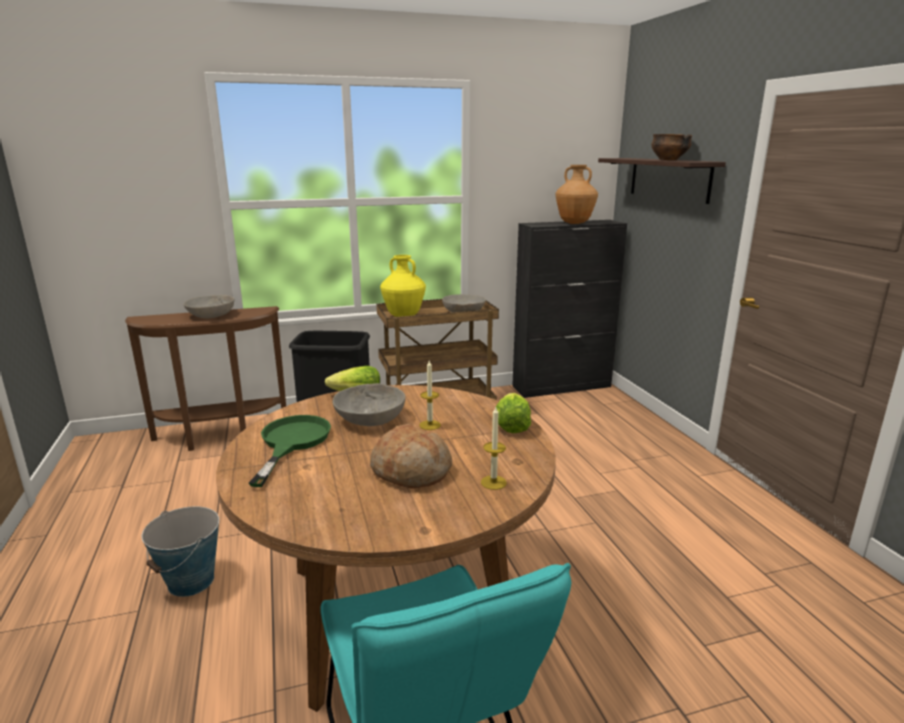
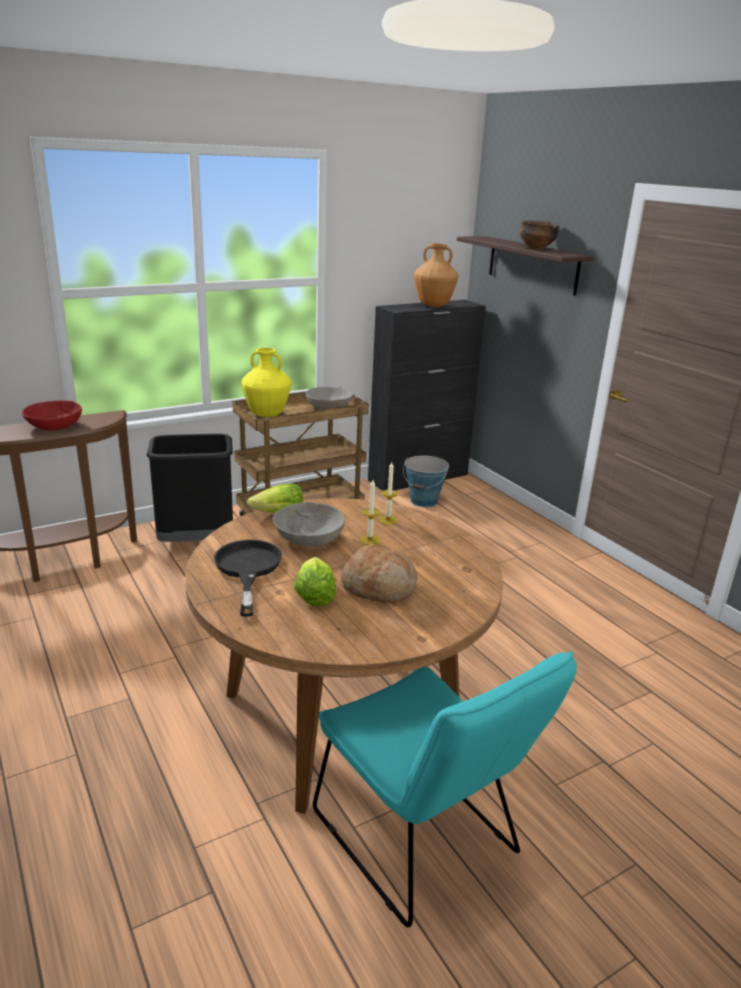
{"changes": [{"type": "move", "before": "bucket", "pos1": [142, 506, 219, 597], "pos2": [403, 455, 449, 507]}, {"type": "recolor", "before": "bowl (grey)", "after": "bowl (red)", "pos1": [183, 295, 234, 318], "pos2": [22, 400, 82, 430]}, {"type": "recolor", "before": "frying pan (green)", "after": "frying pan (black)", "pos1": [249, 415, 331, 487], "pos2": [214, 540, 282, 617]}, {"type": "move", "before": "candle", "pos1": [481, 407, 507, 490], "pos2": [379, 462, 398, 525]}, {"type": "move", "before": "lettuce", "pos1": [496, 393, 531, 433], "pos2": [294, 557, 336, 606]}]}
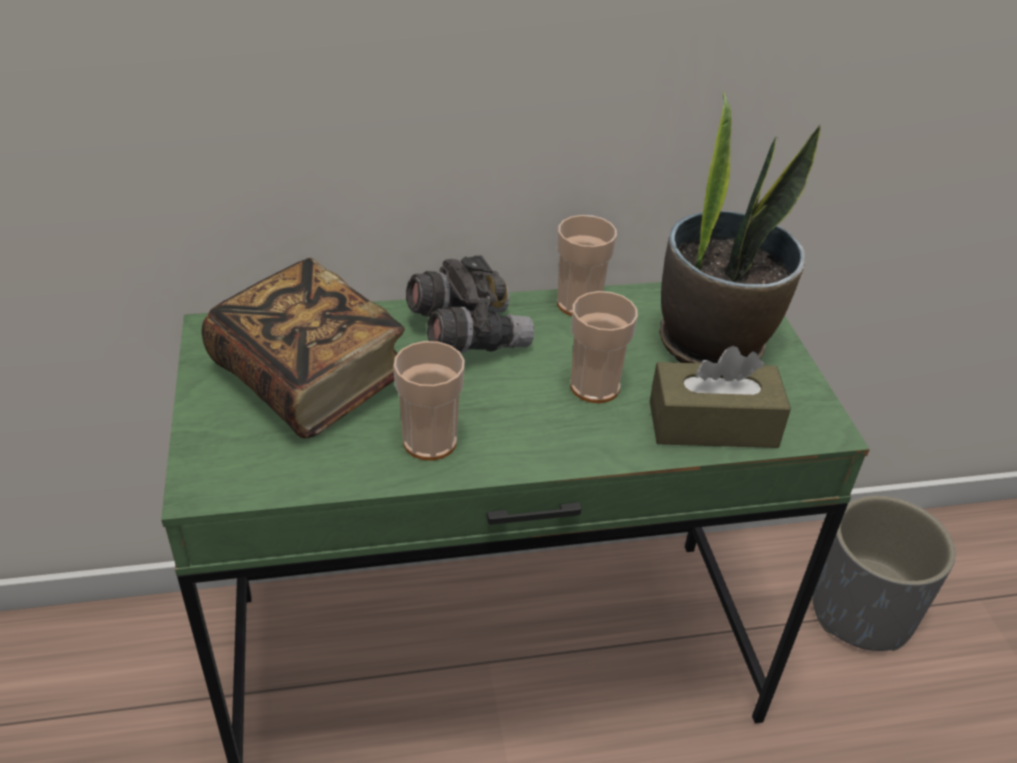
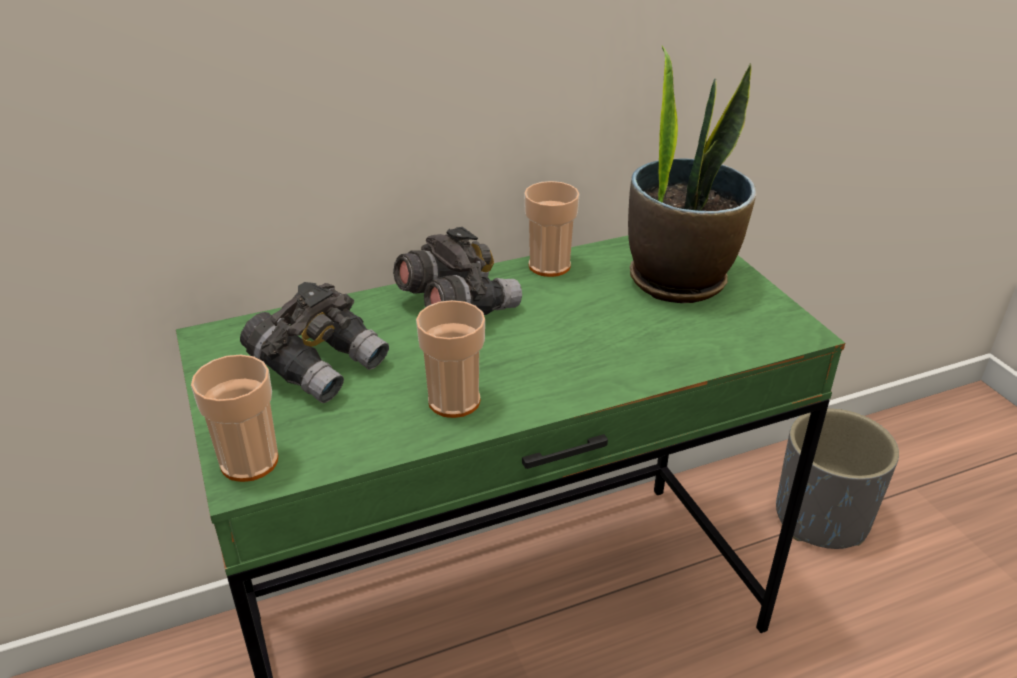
{"changes": [{"type": "replace", "before": "book", "after": "binoculars (grey)", "pos1": [202, 258, 405, 438], "pos2": [240, 282, 389, 403]}, {"type": "move", "before": "cup", "pos1": [570, 291, 638, 403], "pos2": [191, 355, 278, 482]}, {"type": "delete", "before": "tissue box (brown)", "pos1": [650, 346, 791, 448]}]}
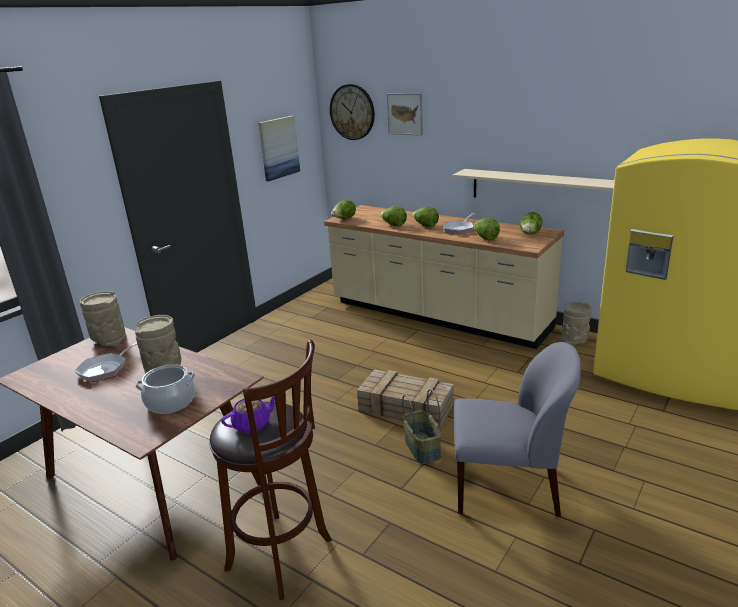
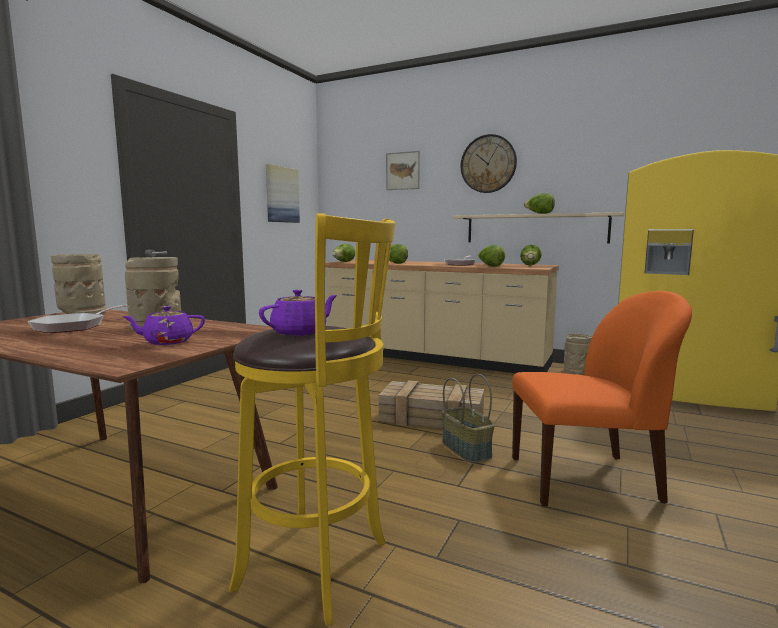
{"changes": [{"type": "replace", "before": "cooking pot", "after": "teapot (purple)", "pos1": [135, 364, 195, 414], "pos2": [122, 306, 205, 345]}, {"type": "recolor", "before": "stool (brown)", "after": "stool (yellow)", "pos1": [209, 340, 332, 600], "pos2": [229, 213, 396, 626]}, {"type": "move", "before": "wall clock", "pos1": [330, 84, 375, 140], "pos2": [461, 134, 517, 193]}, {"type": "move", "before": "lettuce", "pos1": [412, 207, 439, 227], "pos2": [524, 193, 555, 214]}, {"type": "recolor", "before": "chair (grey)", "after": "chair (orange)", "pos1": [454, 342, 581, 517], "pos2": [512, 291, 692, 506]}]}
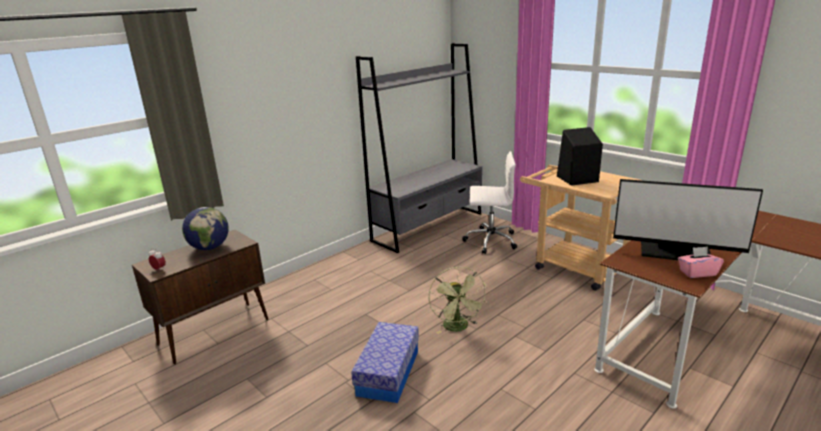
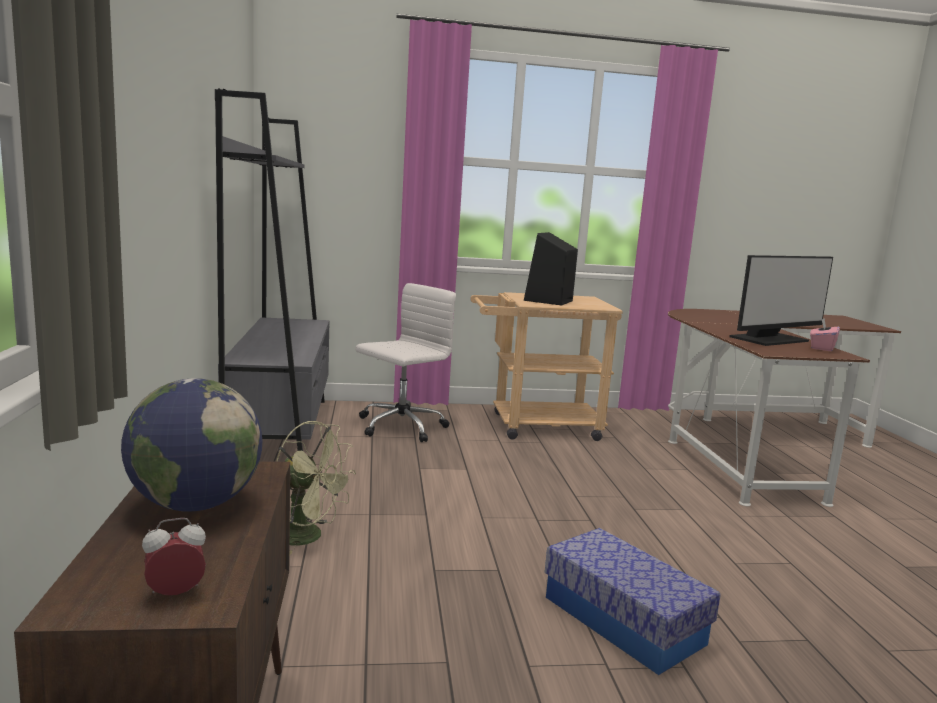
{"changes": [{"type": "move", "before": "fan (green)", "pos1": [429, 267, 487, 334], "pos2": [276, 421, 356, 556]}]}
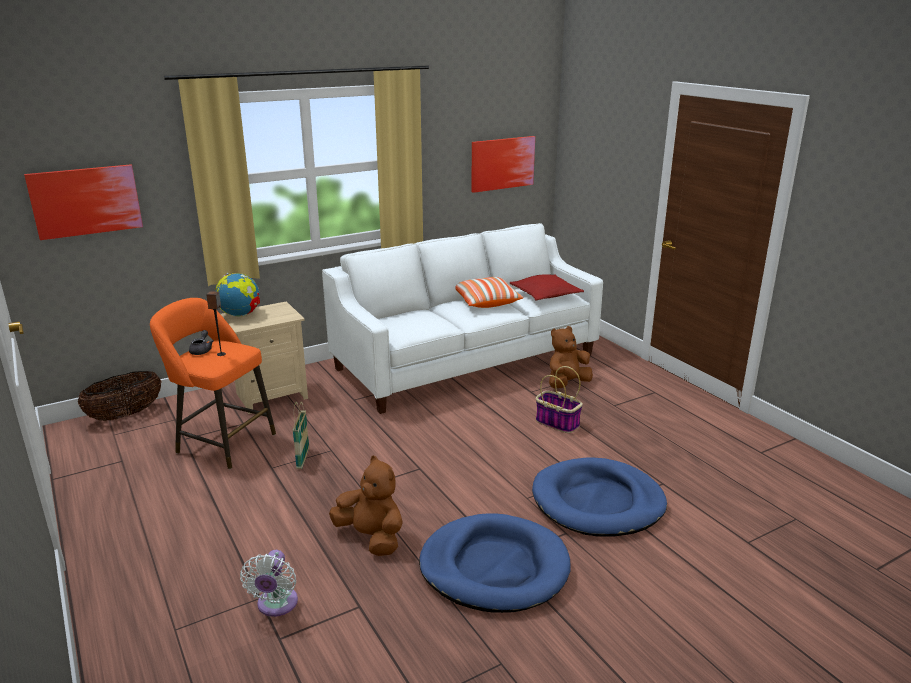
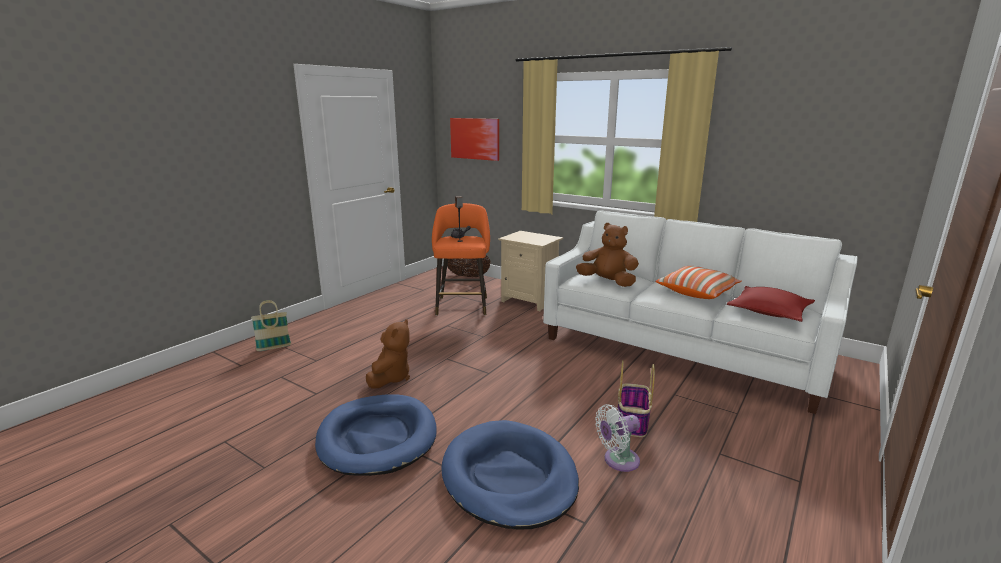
{"changes": [{"type": "delete", "before": "globe", "pos1": [215, 273, 260, 317]}, {"type": "move", "before": "fan (white)", "pos1": [240, 550, 298, 617], "pos2": [595, 404, 640, 472]}, {"type": "move", "before": "basket", "pos1": [293, 402, 309, 469], "pos2": [251, 300, 291, 351]}, {"type": "delete", "before": "picture", "pos1": [471, 136, 535, 193]}, {"type": "move", "before": "plush toy (brown)", "pos1": [549, 326, 593, 388], "pos2": [576, 223, 639, 287]}]}
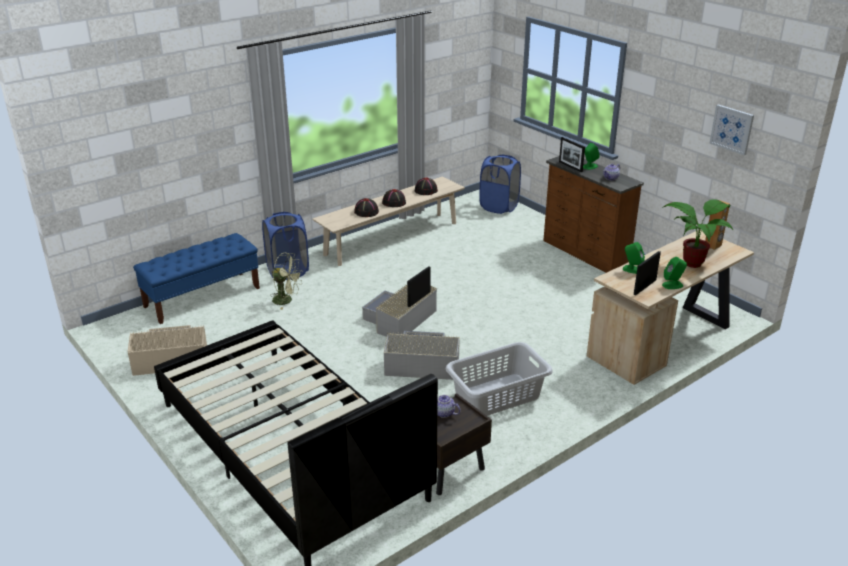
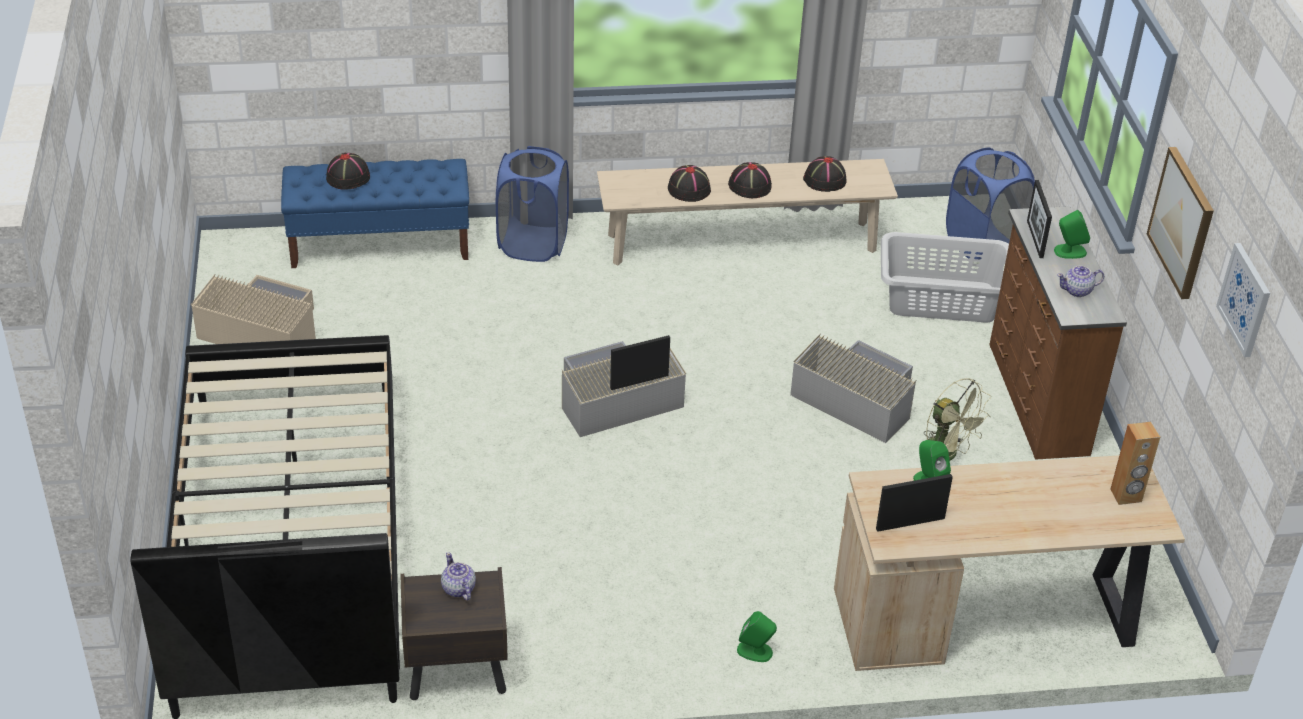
{"changes": [{"type": "move", "before": "fan (green)", "pos1": [271, 253, 303, 310], "pos2": [924, 378, 991, 460]}, {"type": "move", "before": "storage box (grey)", "pos1": [384, 331, 460, 380], "pos2": [790, 333, 916, 443]}, {"type": "move", "before": "laundry basket (grey)", "pos1": [446, 342, 553, 416], "pos2": [881, 232, 1009, 323]}, {"type": "delete", "before": "potted plant", "pos1": [662, 199, 733, 268]}, {"type": "move", "before": "speaker (green)", "pos1": [662, 257, 687, 289], "pos2": [737, 611, 777, 662]}, {"type": "insert", "after": "hat (black)", "pos2": [326, 153, 370, 190]}, {"type": "insert", "after": "picture", "pos2": [1147, 147, 1214, 299]}]}
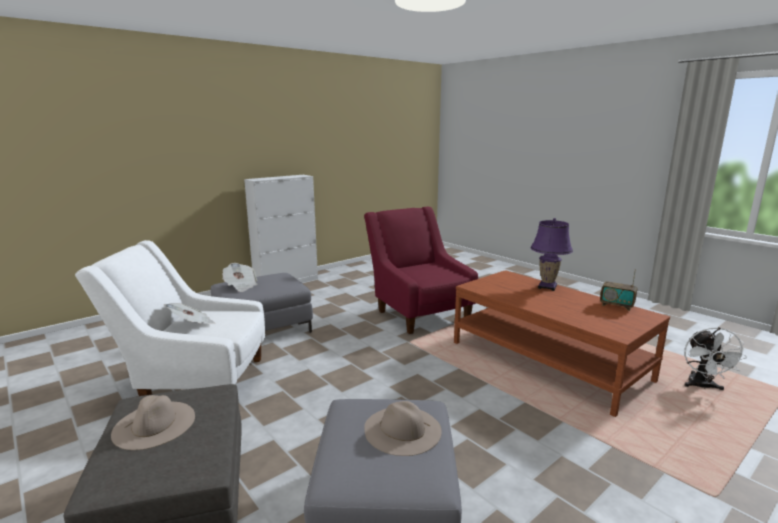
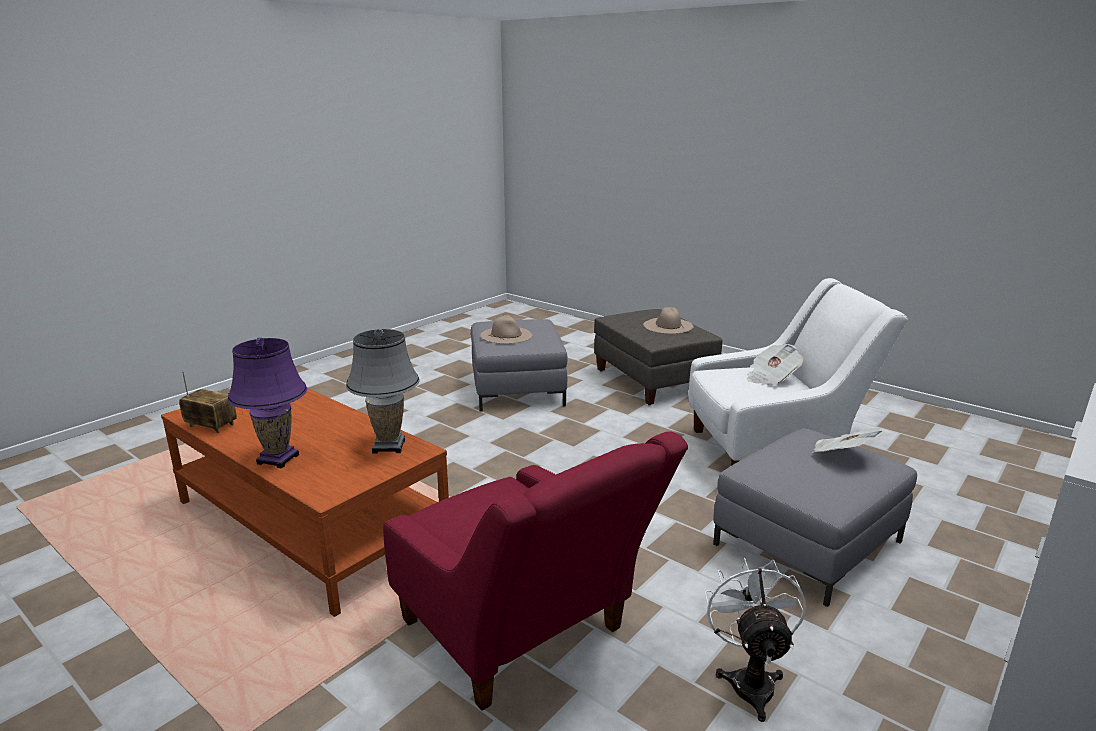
{"changes": [{"type": "move", "before": "fan (white)", "pos1": [684, 327, 748, 390], "pos2": [705, 558, 806, 722]}, {"type": "insert", "after": "table lamp (grey)", "pos2": [346, 328, 420, 454]}]}
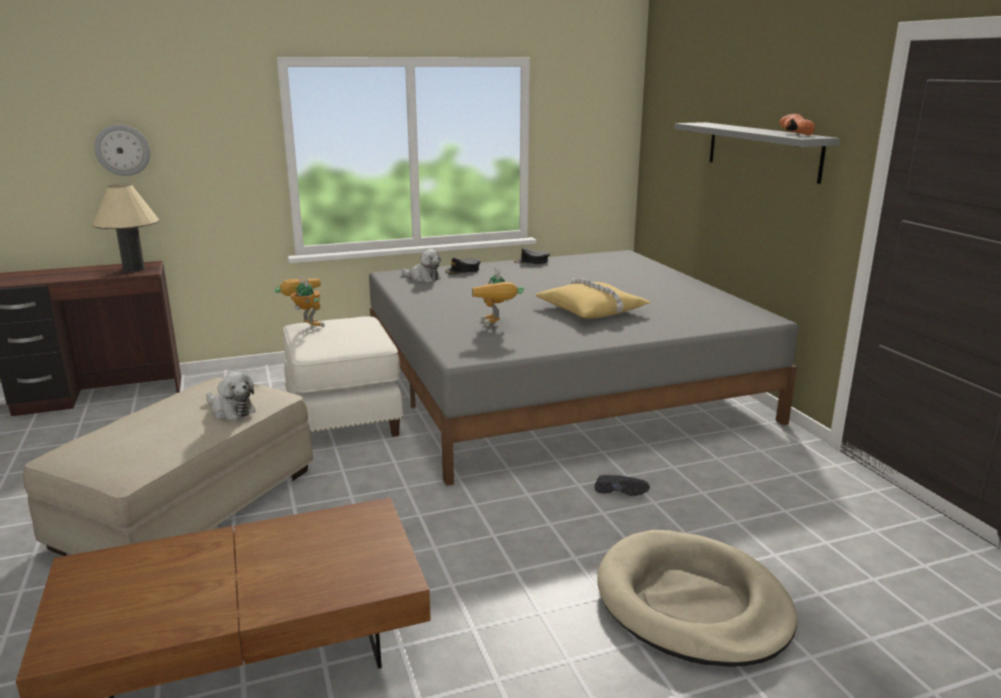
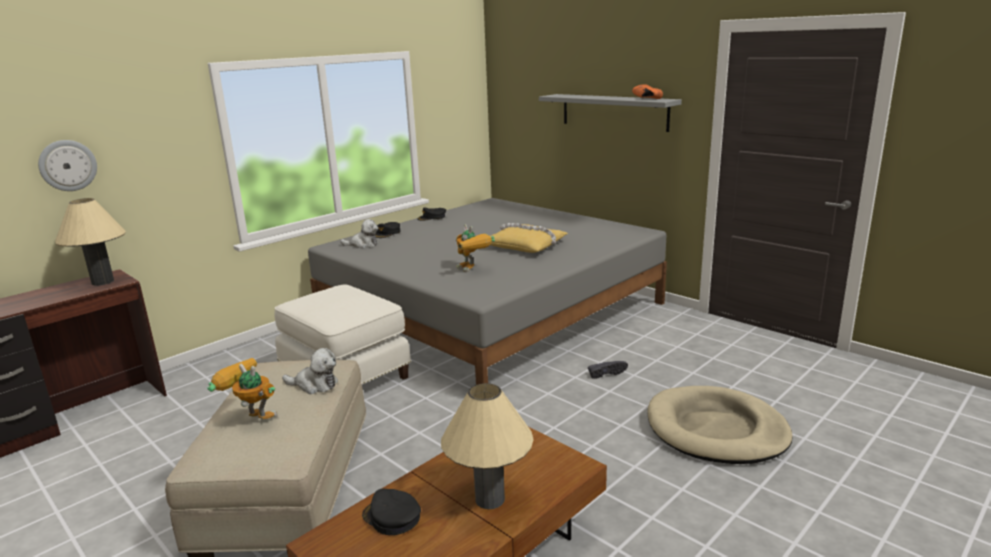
{"changes": [{"type": "move", "before": "toy robot", "pos1": [275, 276, 325, 327], "pos2": [207, 358, 277, 419]}, {"type": "insert", "after": "cap (black)", "pos2": [362, 489, 421, 535]}, {"type": "insert", "after": "table lamp (beige)", "pos2": [441, 383, 534, 509]}]}
